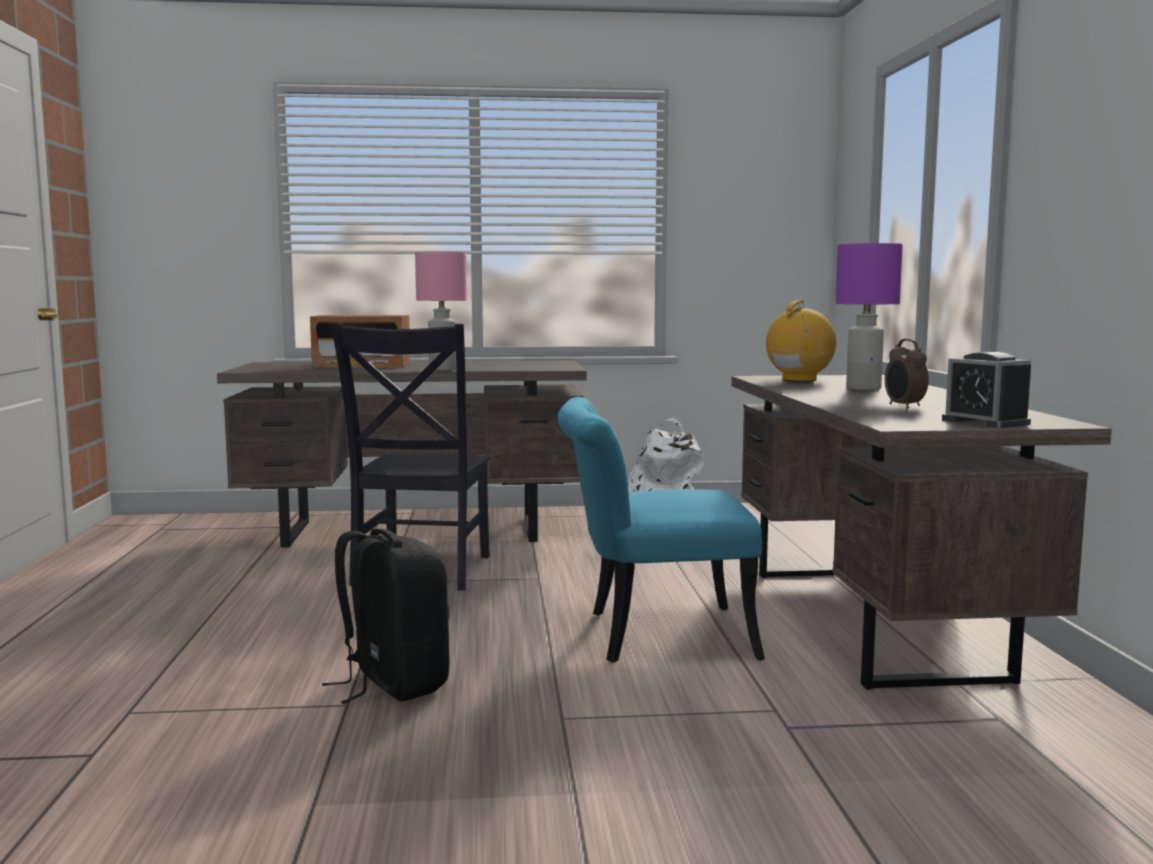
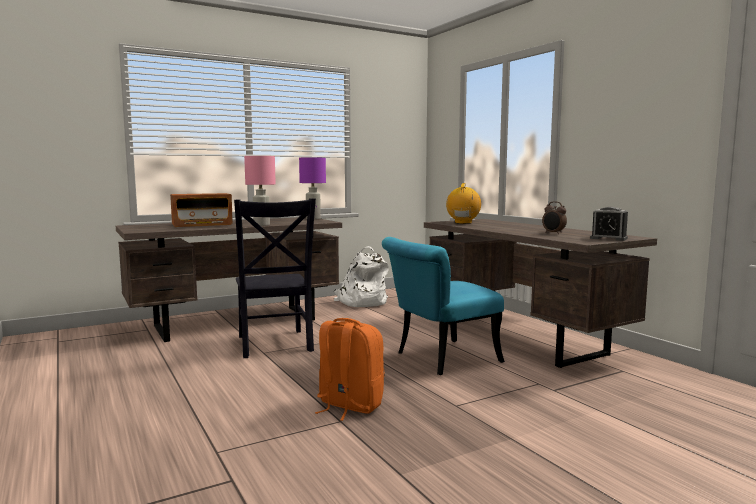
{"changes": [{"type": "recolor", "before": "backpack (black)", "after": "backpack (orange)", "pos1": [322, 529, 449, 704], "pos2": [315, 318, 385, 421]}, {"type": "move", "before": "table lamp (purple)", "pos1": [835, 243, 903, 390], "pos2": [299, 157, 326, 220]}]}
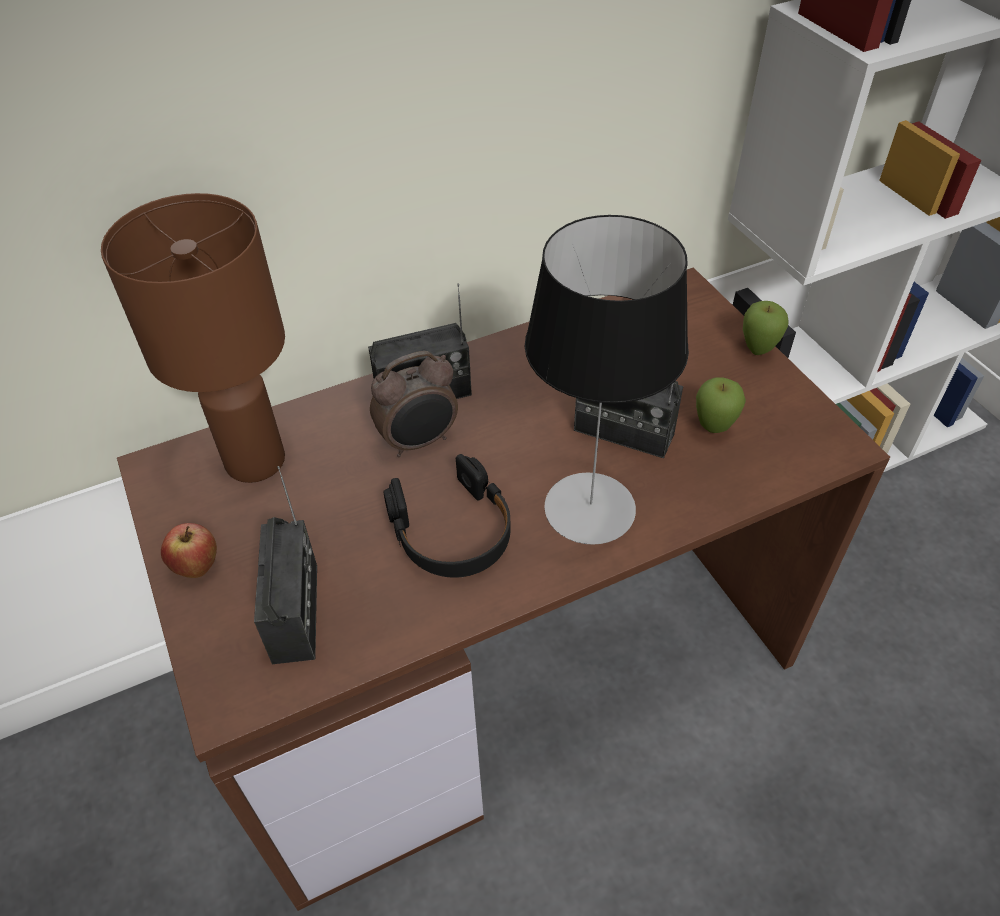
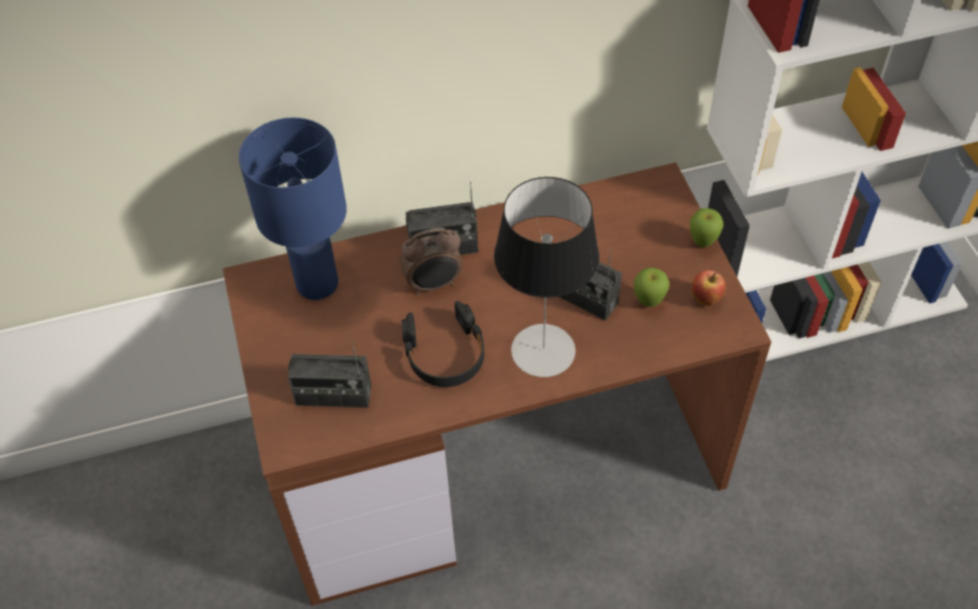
{"changes": [{"type": "recolor", "before": "table lamp (brown)", "after": "table lamp (blue)", "pos1": [101, 193, 285, 483], "pos2": [239, 117, 347, 300]}, {"type": "move", "before": "apple", "pos1": [161, 523, 217, 578], "pos2": [691, 270, 726, 306]}, {"type": "rotate", "before": "radio", "pos1": [254, 466, 317, 664], "pos2": [288, 341, 371, 408], "turn": 90}]}
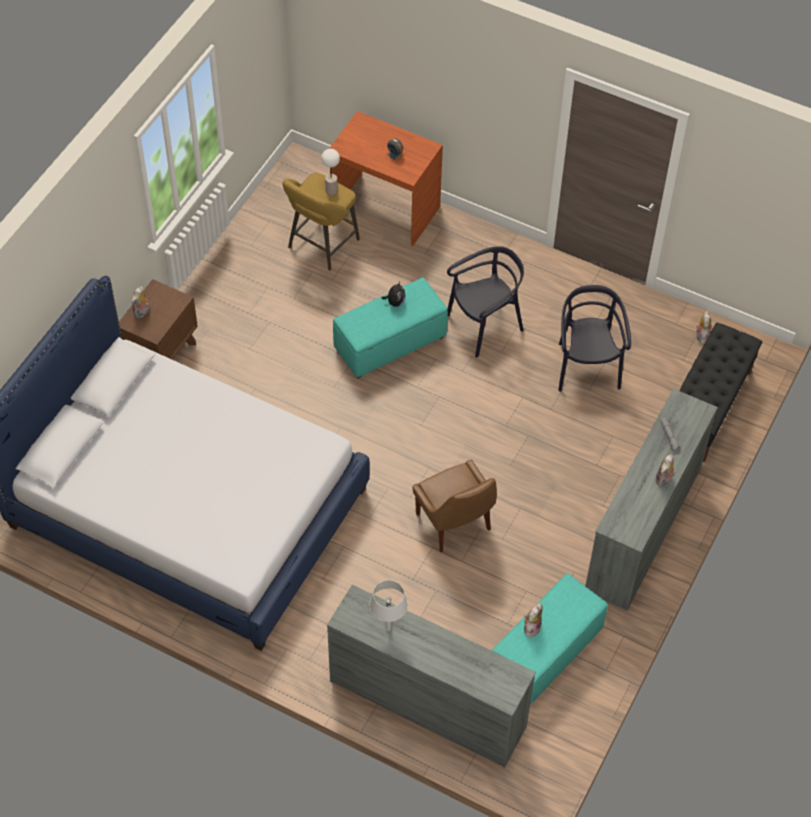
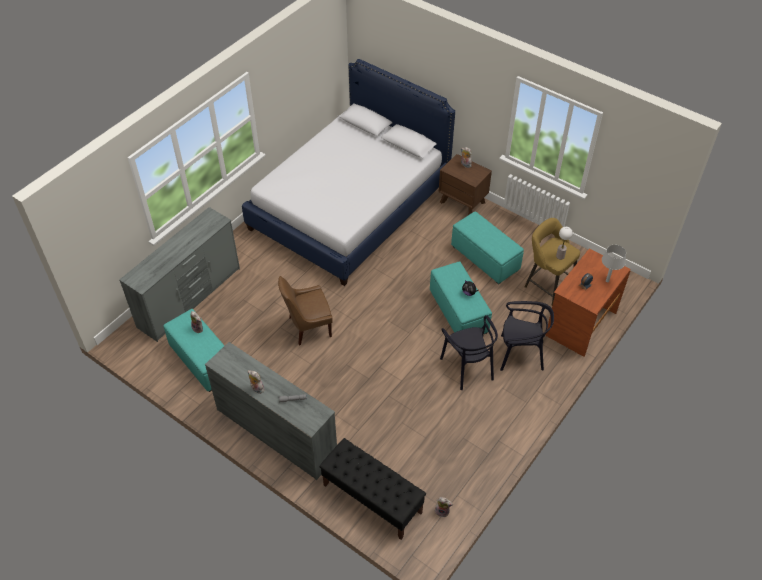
{"changes": [{"type": "move", "before": "table lamp (grey)", "pos1": [369, 580, 408, 631], "pos2": [602, 245, 626, 282]}, {"type": "move", "before": "chair (black)", "pos1": [558, 285, 631, 392], "pos2": [500, 301, 554, 371]}, {"type": "insert", "after": "ottoman (turquoise)", "pos2": [451, 212, 524, 285]}]}
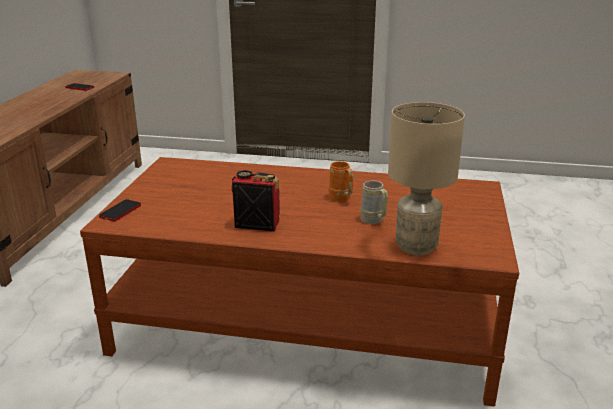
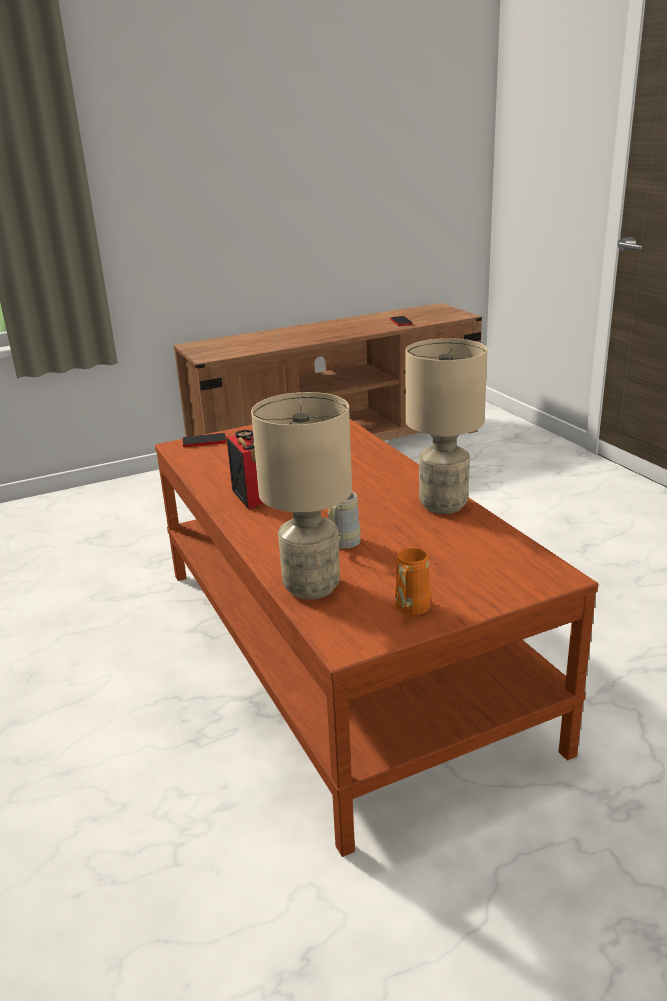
{"changes": [{"type": "move", "before": "mug (orange)", "pos1": [329, 161, 354, 202], "pos2": [394, 547, 431, 616]}, {"type": "insert", "after": "table lamp (beige)", "pos2": [405, 338, 487, 514]}]}
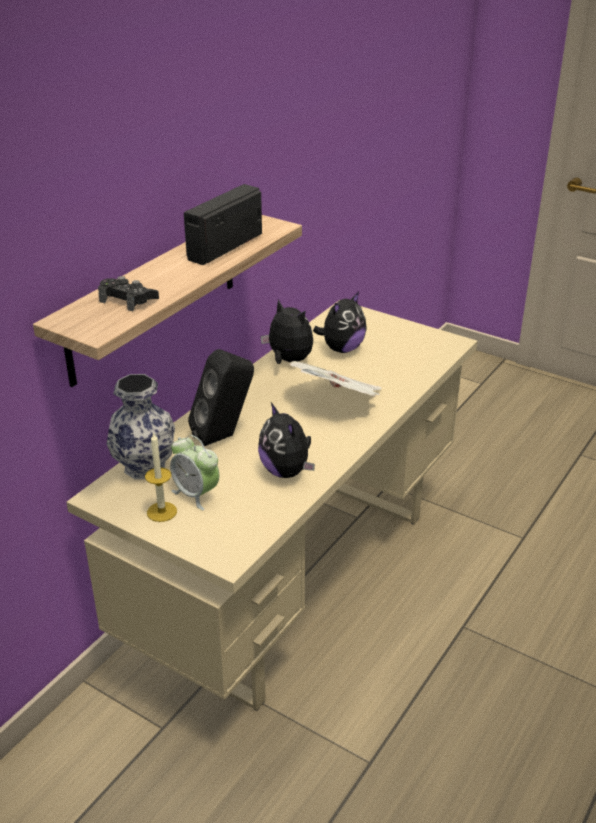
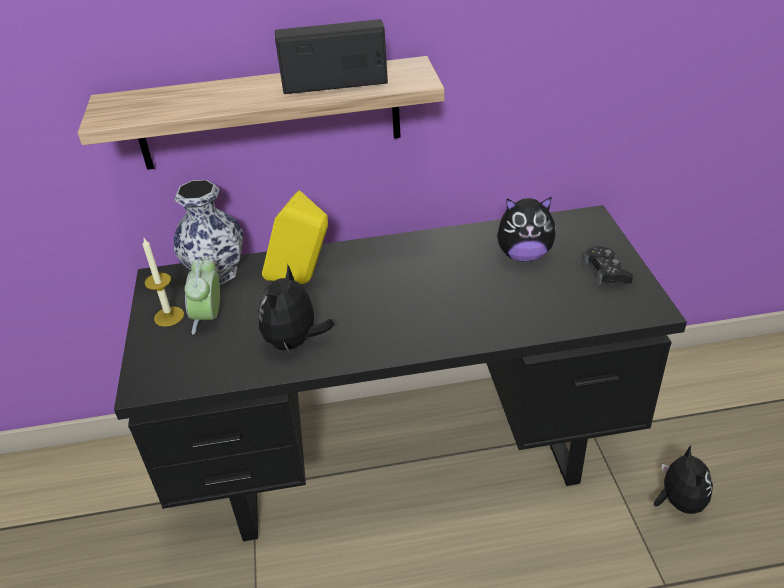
{"changes": [{"type": "recolor", "before": "desk (beige)", "after": "desk (black)", "pos1": [66, 301, 478, 711], "pos2": [114, 205, 687, 542]}, {"type": "move", "before": "game controller (black)", "pos1": [98, 276, 159, 311], "pos2": [582, 246, 633, 285]}, {"type": "recolor", "before": "speaker (black)", "after": "speaker (yellow)", "pos1": [188, 349, 254, 446], "pos2": [262, 190, 328, 284]}, {"type": "move", "before": "plush toy", "pos1": [261, 299, 313, 364], "pos2": [654, 445, 713, 514]}, {"type": "delete", "before": "newspaper", "pos1": [290, 361, 382, 396]}]}
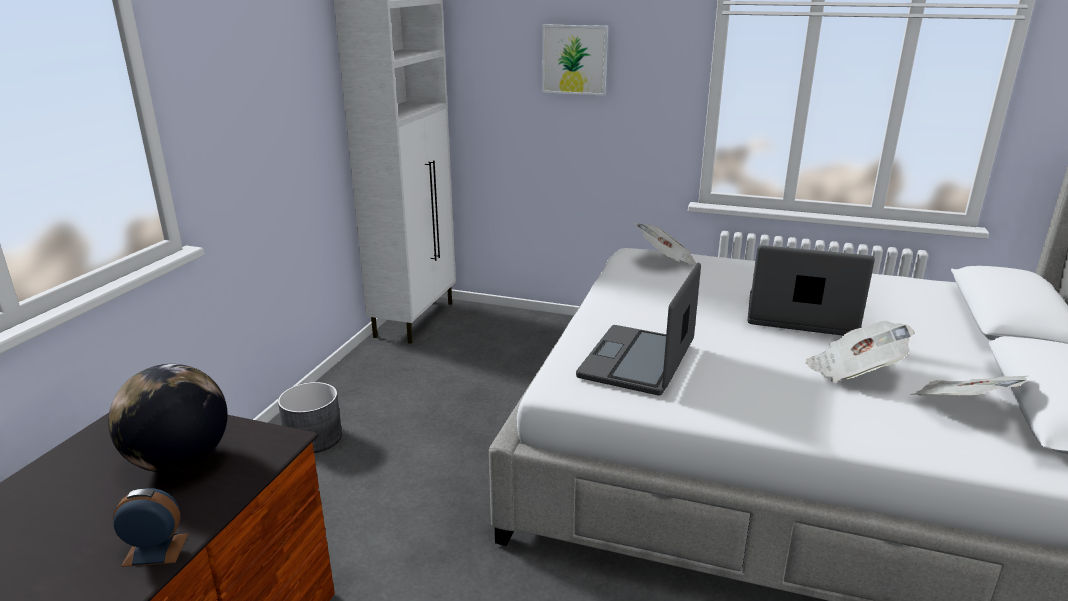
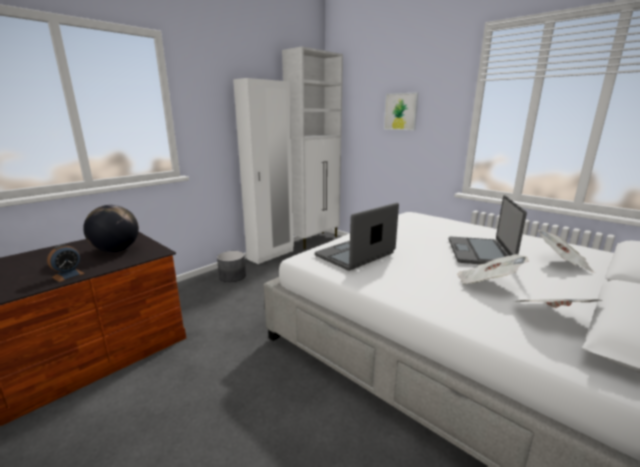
{"changes": [{"type": "rotate", "before": "alarm clock", "pos1": [113, 488, 188, 567], "pos2": [47, 244, 85, 282], "turn": 105}, {"type": "move", "before": "newspaper", "pos1": [635, 223, 697, 266], "pos2": [538, 230, 595, 273]}, {"type": "rotate", "before": "laptop", "pos1": [747, 245, 875, 336], "pos2": [449, 195, 527, 264], "turn": -120}, {"type": "insert", "after": "wardrobe (white)", "pos2": [233, 78, 294, 264]}]}
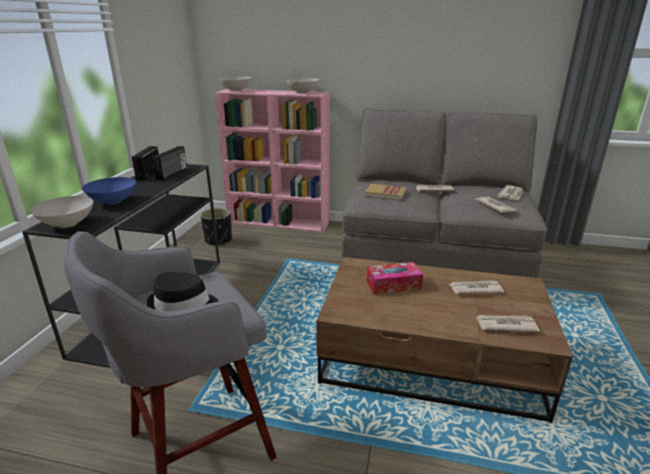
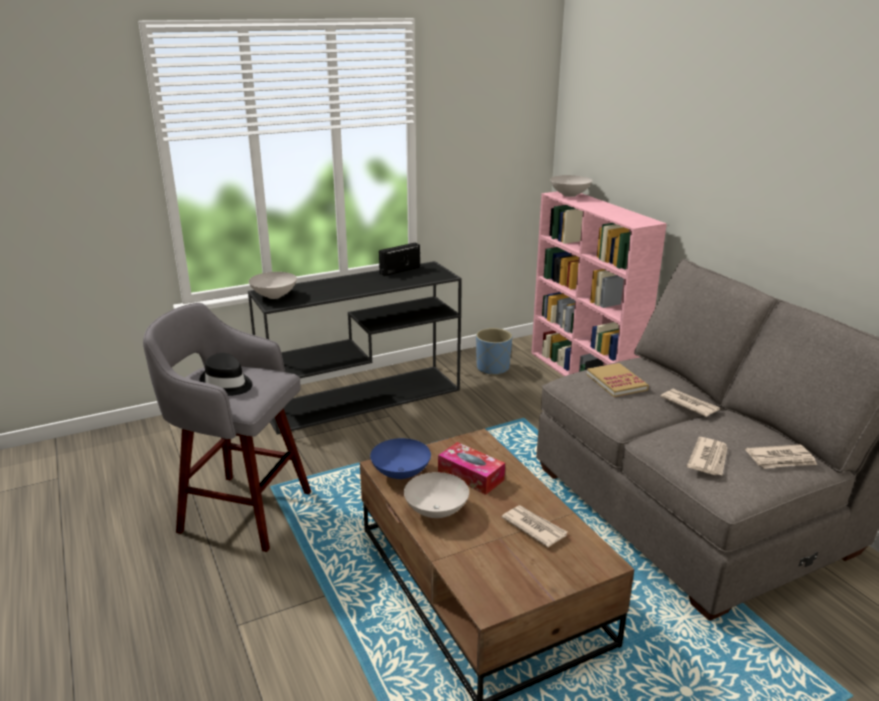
{"changes": [{"type": "move", "before": "bowl (blue)", "pos1": [82, 177, 136, 205], "pos2": [370, 438, 431, 479]}, {"type": "delete", "before": "radio", "pos1": [152, 146, 187, 180]}, {"type": "recolor", "before": "planter (black)", "after": "planter (blue)", "pos1": [200, 208, 232, 246], "pos2": [476, 328, 512, 376]}, {"type": "move", "before": "bowl (white)", "pos1": [286, 78, 319, 93], "pos2": [404, 472, 469, 518]}, {"type": "delete", "before": "newspaper", "pos1": [476, 315, 540, 332]}]}
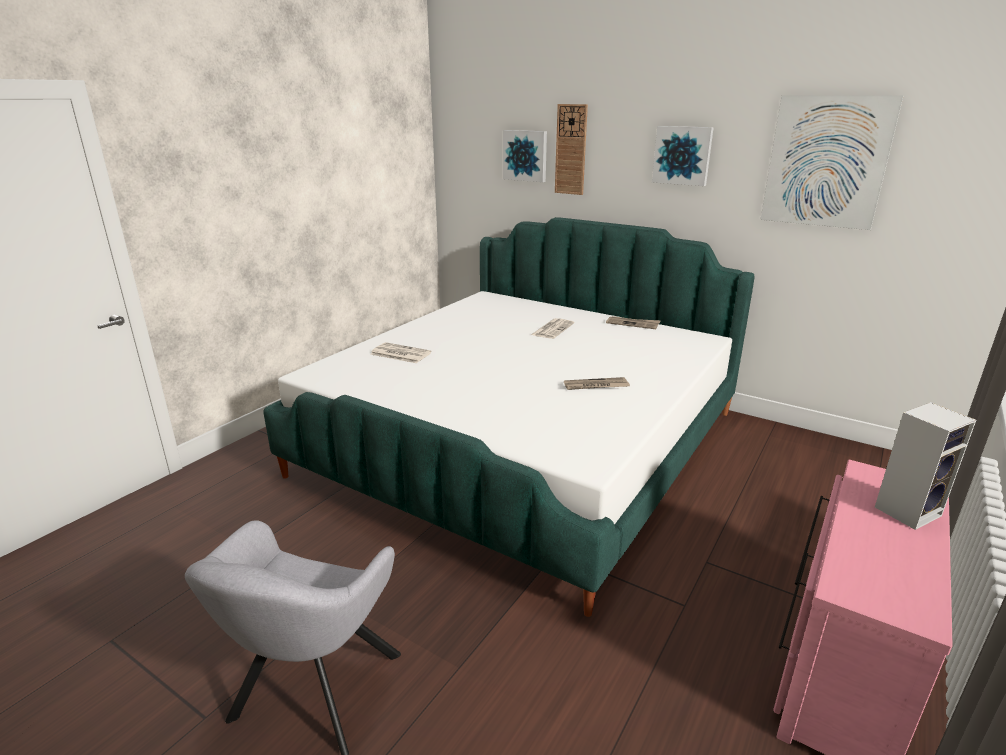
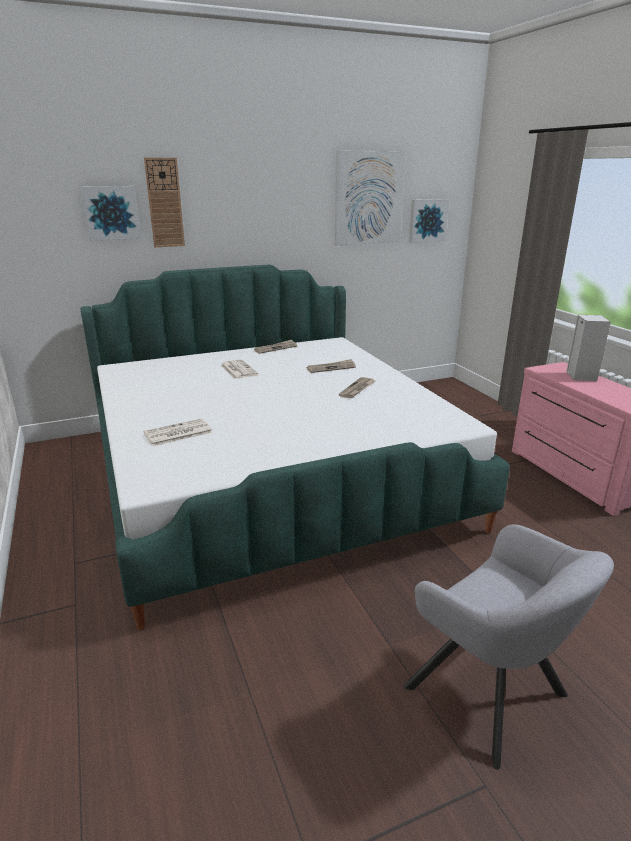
{"changes": [{"type": "move", "before": "picture", "pos1": [652, 126, 714, 186], "pos2": [409, 199, 449, 243]}, {"type": "insert", "after": "newspaper", "pos2": [307, 359, 356, 373]}]}
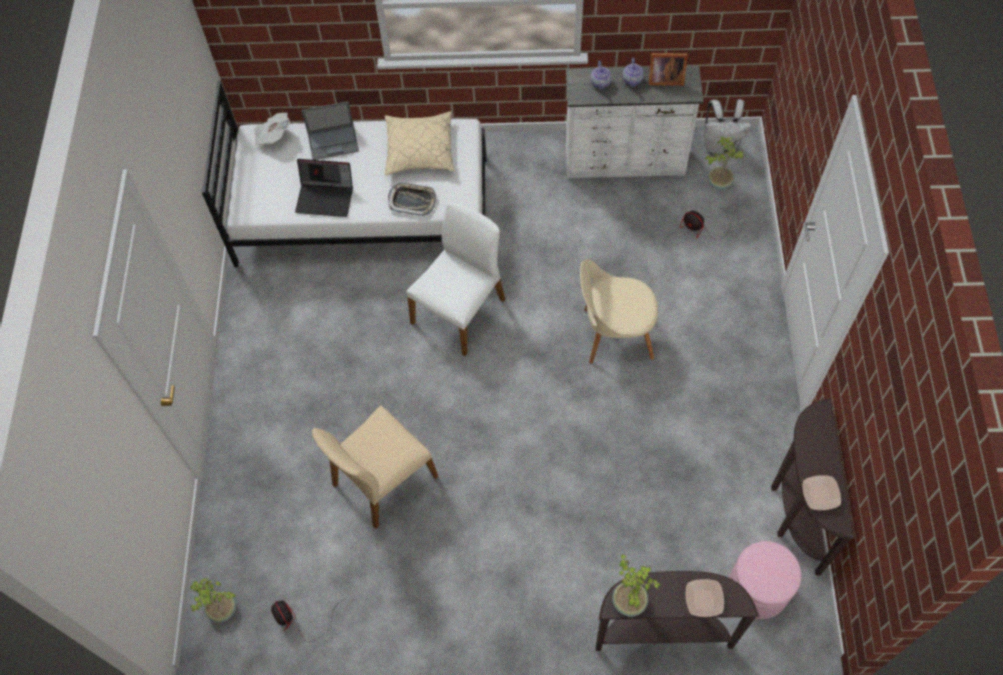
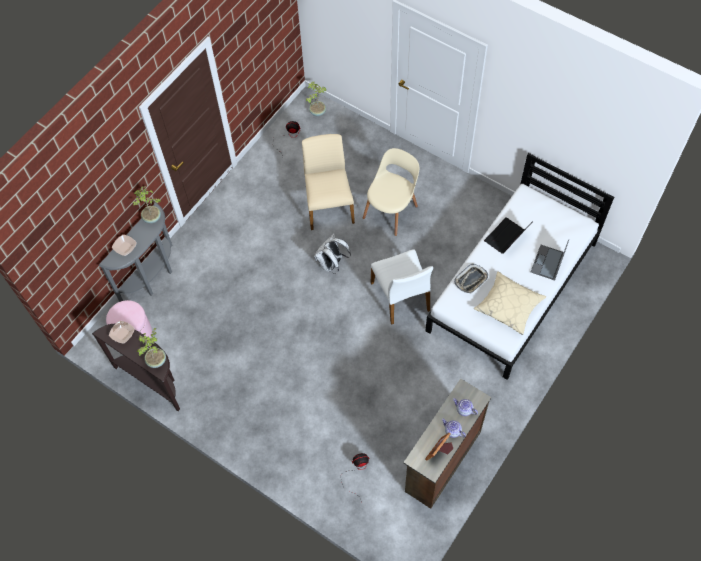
{"changes": [{"type": "delete", "before": "newspaper", "pos1": [254, 112, 290, 146]}, {"type": "recolor", "before": "dresser (white)", "after": "dresser (brown)", "pos1": [566, 66, 704, 178], "pos2": [403, 378, 491, 509]}, {"type": "move", "before": "chair (beige)", "pos1": [580, 259, 658, 364], "pos2": [363, 148, 419, 236]}, {"type": "recolor", "before": "console table (brown)", "after": "console table (grey)", "pos1": [596, 571, 759, 651], "pos2": [99, 203, 173, 302]}, {"type": "move", "before": "backpack (white)", "pos1": [703, 99, 751, 154], "pos2": [314, 233, 351, 274]}, {"type": "move", "before": "potted plant", "pos1": [705, 137, 744, 190], "pos2": [137, 328, 166, 368]}]}
